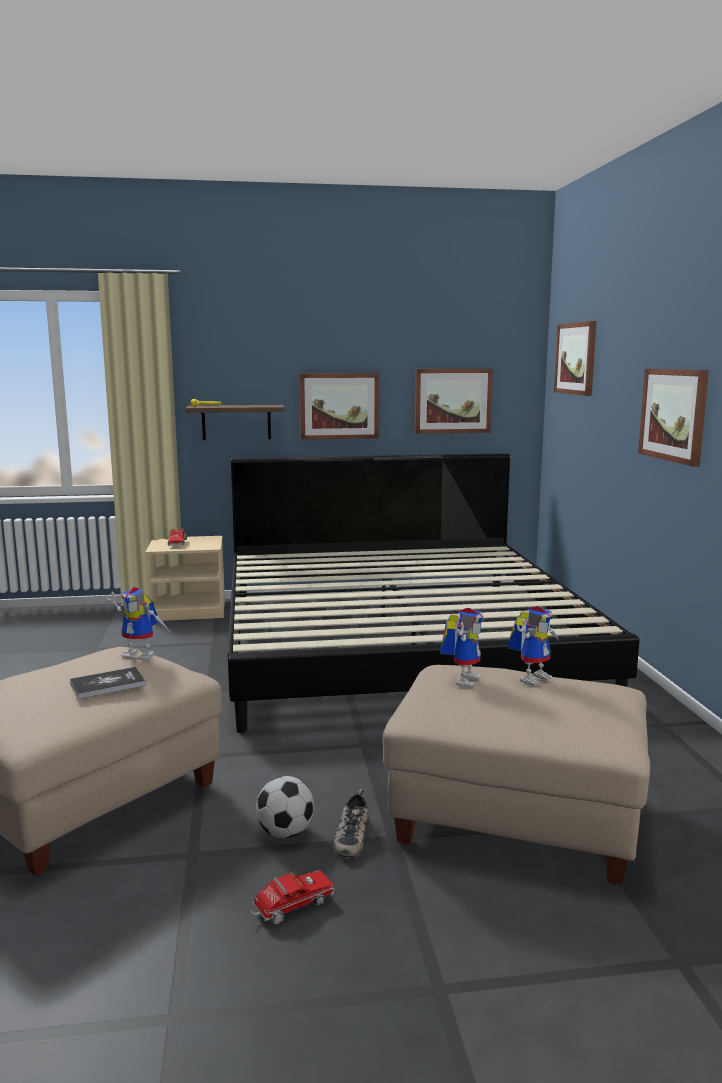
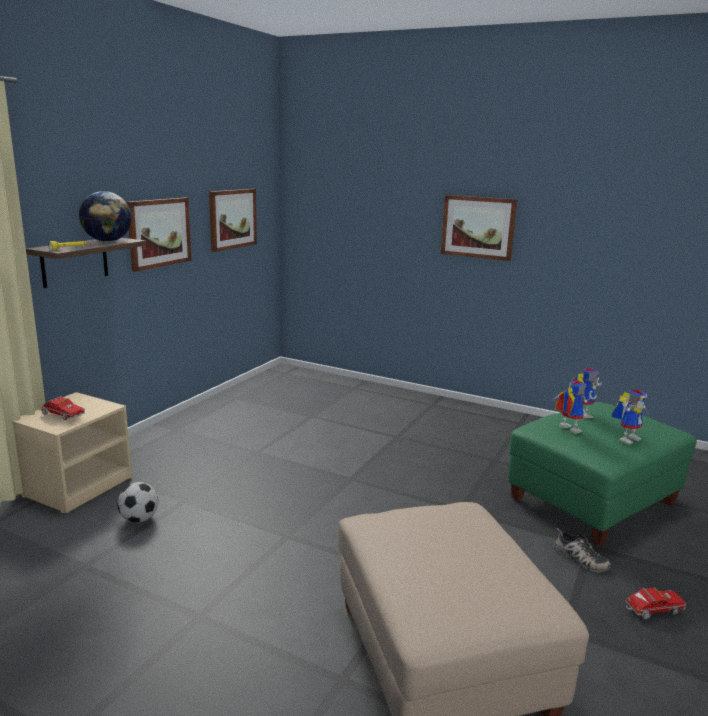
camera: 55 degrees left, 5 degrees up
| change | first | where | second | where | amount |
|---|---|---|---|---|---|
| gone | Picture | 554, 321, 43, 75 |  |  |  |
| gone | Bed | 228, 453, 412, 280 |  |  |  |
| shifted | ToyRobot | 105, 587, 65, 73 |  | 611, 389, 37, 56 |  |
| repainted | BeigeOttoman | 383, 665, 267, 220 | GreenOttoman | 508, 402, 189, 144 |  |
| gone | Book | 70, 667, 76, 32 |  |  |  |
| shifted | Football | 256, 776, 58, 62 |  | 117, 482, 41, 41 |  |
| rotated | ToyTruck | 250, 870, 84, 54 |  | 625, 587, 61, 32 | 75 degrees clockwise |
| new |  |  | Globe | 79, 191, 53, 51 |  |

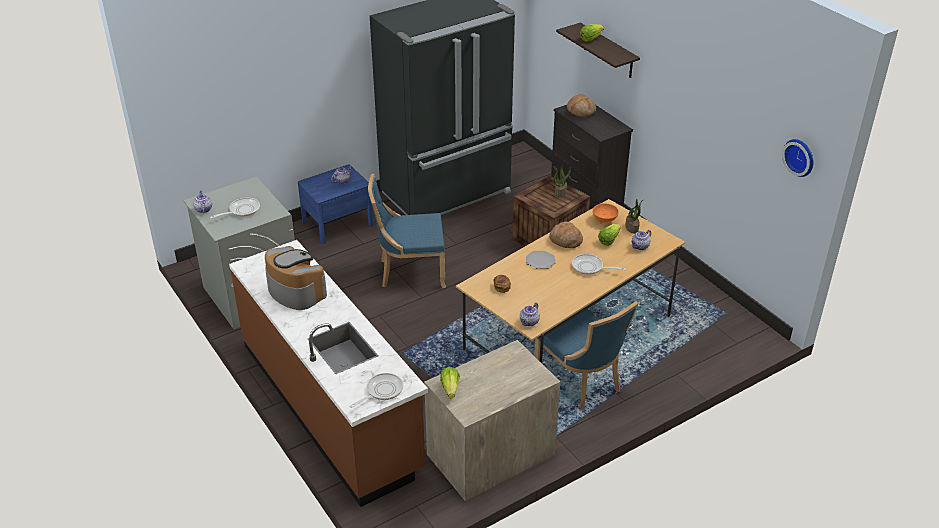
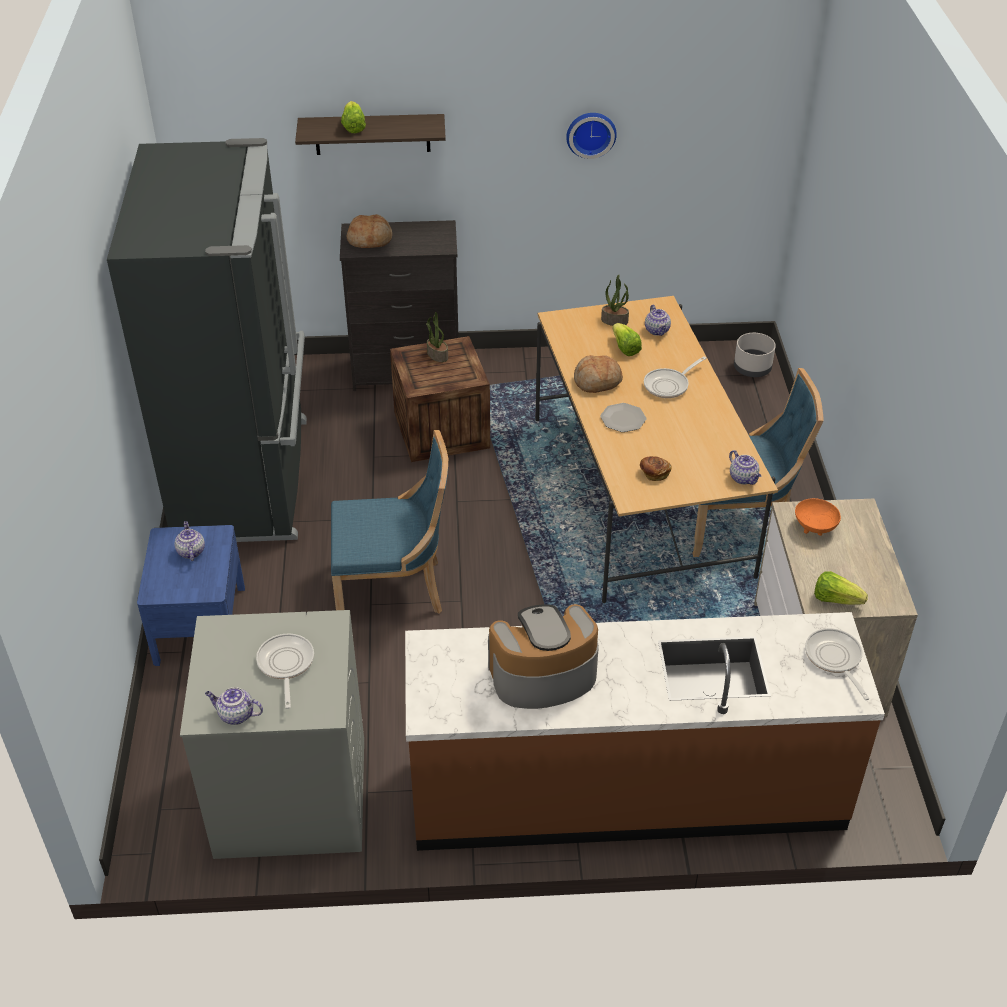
camera: 60 degrees left, 5 degrees up
| change | first | where | second | where | amount |
|---|---|---|---|---|---|
| shifted | WallClock | 782, 139, 32, 38 |  | 566, 113, 51, 46 |  |
| rotated | BlueChair | 368, 173, 78, 115 |  | 331, 430, 117, 184 | 120 degrees counterclockwise |
| shifted | OrangeBowl | 592, 203, 27, 20 |  | 795, 498, 46, 38 |  |
| new |  |  | GreyPlanter | 734, 333, 42, 44 |  |

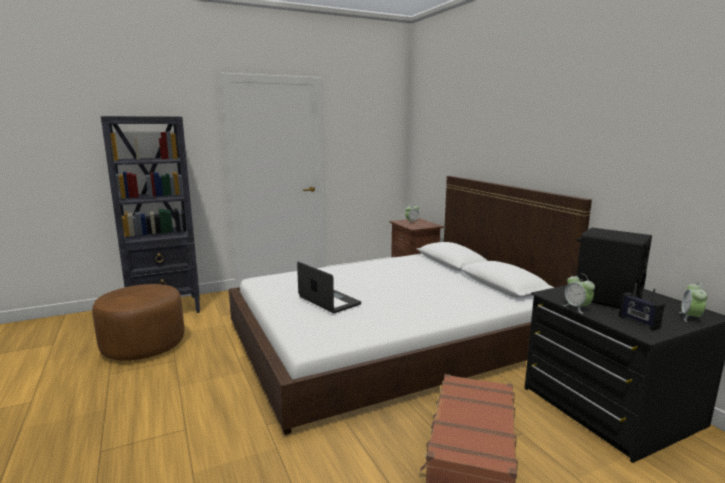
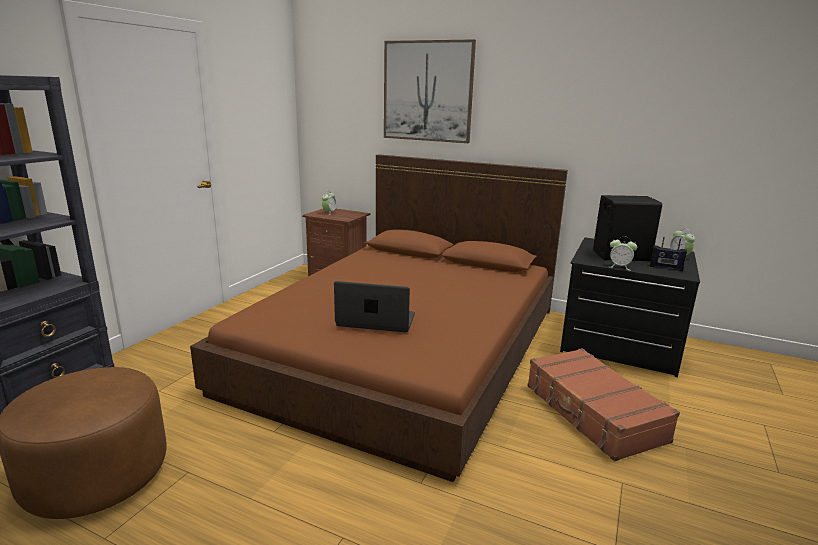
camera: 40 degrees left, 5 degrees up
| change | first | where | second | where | amount |
|---|---|---|---|---|---|
| repainted | WhiteBed | 229, 176, 363, 259 | BrownBed | 190, 154, 378, 328 |  |
| new |  |  | Picture | 384, 39, 92, 104 |  |

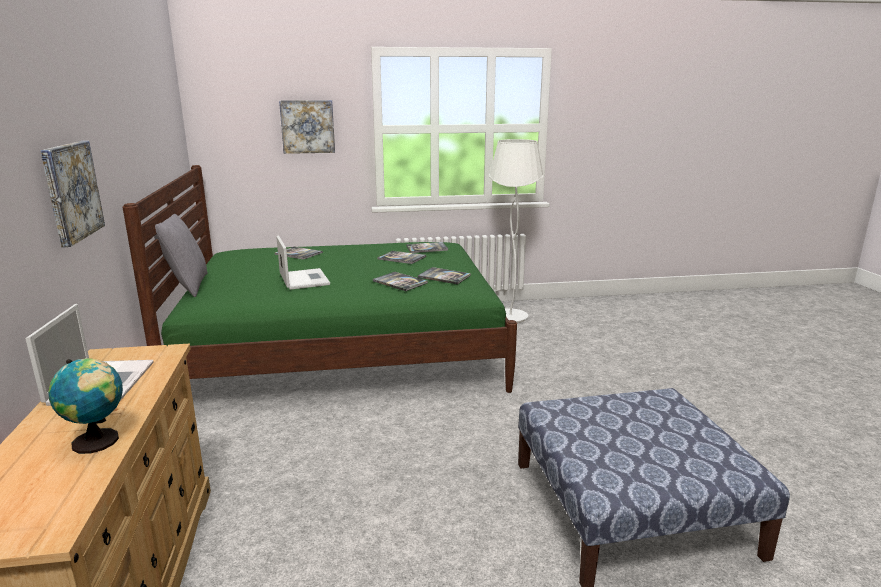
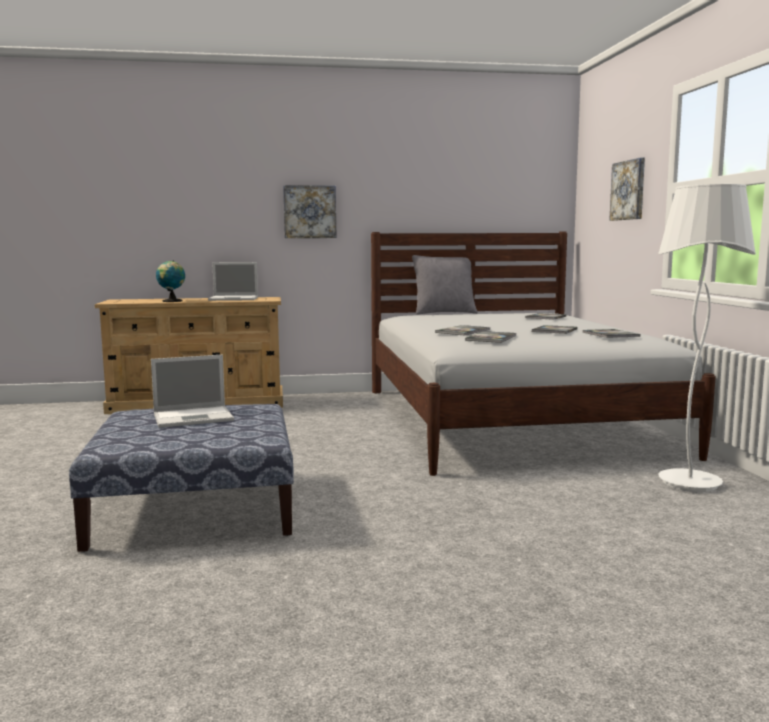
camera: 90 degrees right, 10 degrees down
| change | first | where | second | where | amount |
|---|---|---|---|---|---|
| repainted | GreenBed | 123, 165, 394, 228 | WhiteBed | 371, 231, 345, 245 |  |
| shifted | Laptop | 276, 235, 54, 55 |  | 151, 355, 83, 73 |  |

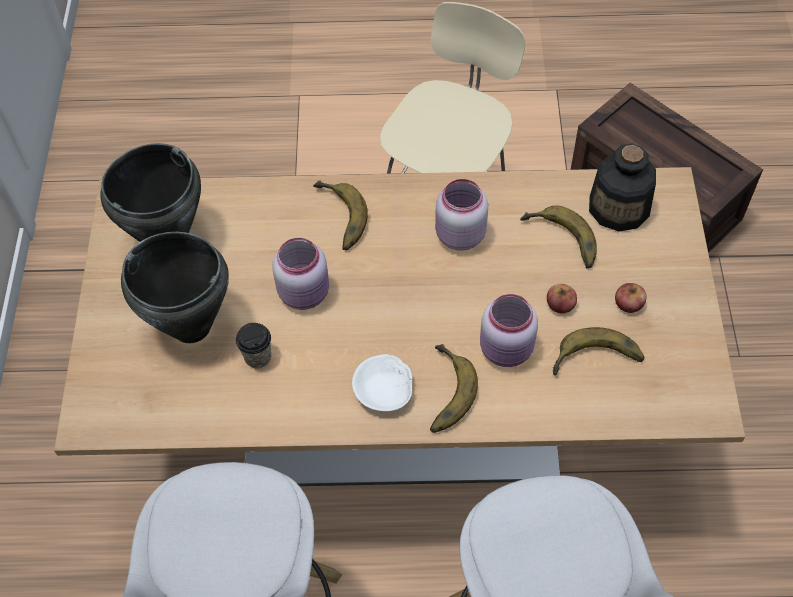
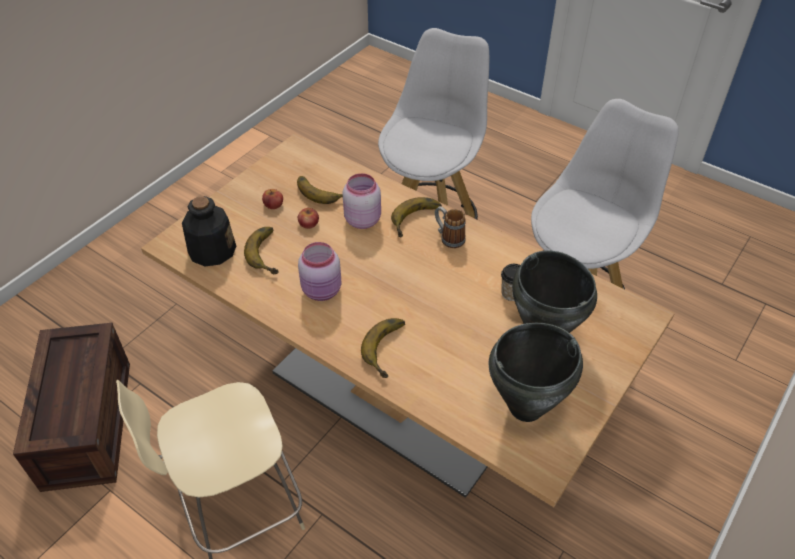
camera: 145 degrees left, 10 degrees down
| change | first | where | second | where | amount |
|---|---|---|---|---|---|
| gone | PinkJar | 272, 238, 57, 72 |  |  |  |
| swapped | WhiteBowl | 352, 354, 61, 57 | Mug | 435, 206, 31, 42 |  |

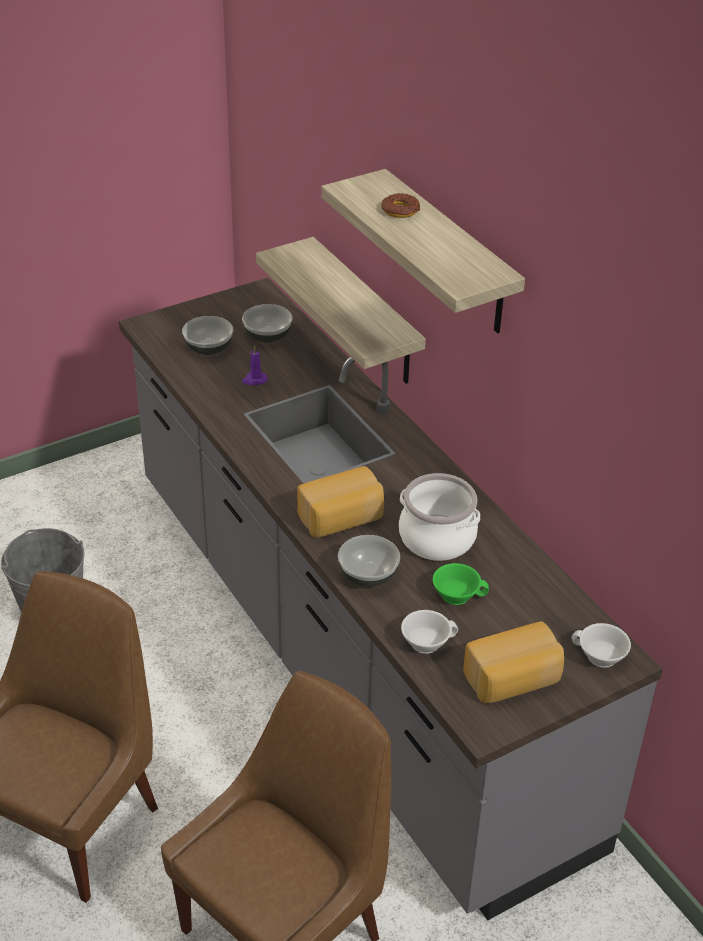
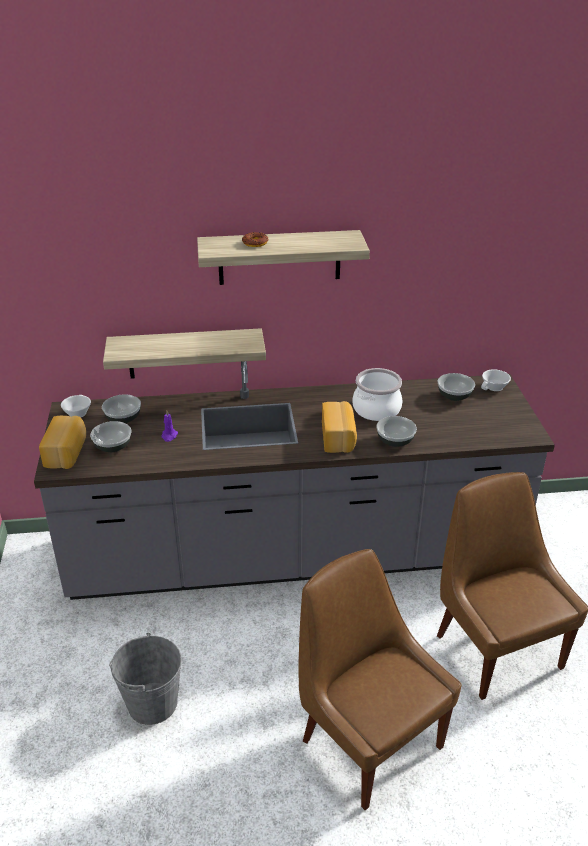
camera: 65 degrees left, 5 degrees down
| change | first | where | second | where | amount |
|---|---|---|---|---|---|
| gone | GreenCup | 433, 563, 56, 42 |  |  |  |
| shifted | WhiteCup | 401, 610, 57, 44 |  | 61, 395, 30, 22 |  |
| shifted | Bread | 463, 621, 101, 82 |  | 39, 416, 47, 53 |  |
| new |  |  | Bowl | 438, 373, 37, 28 |  |

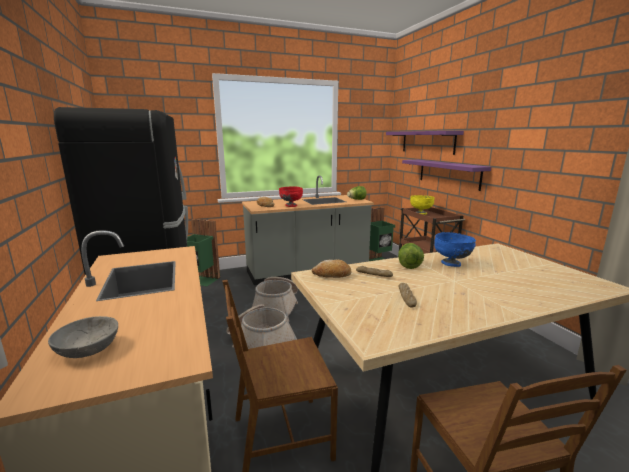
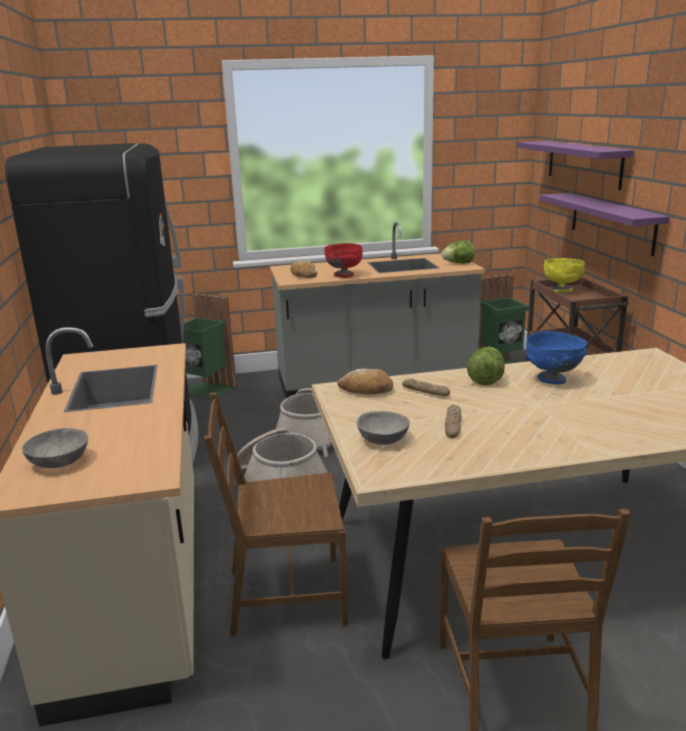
camera: 10 degrees right, 5 degrees up
| change | first | where | second | where | amount |
|---|---|---|---|---|---|
| new |  |  | GreyBowl | 357, 411, 53, 34 |  |

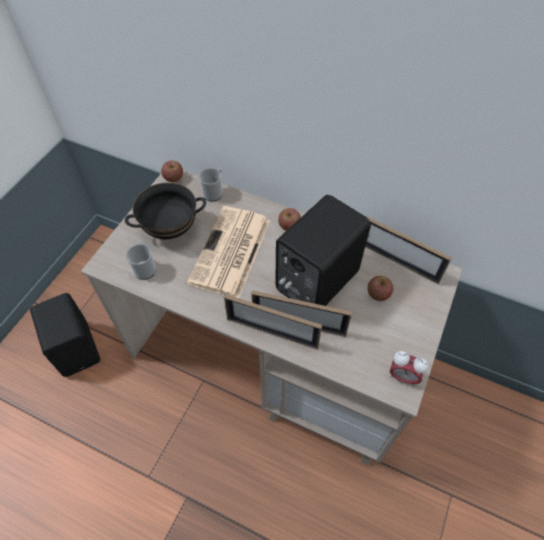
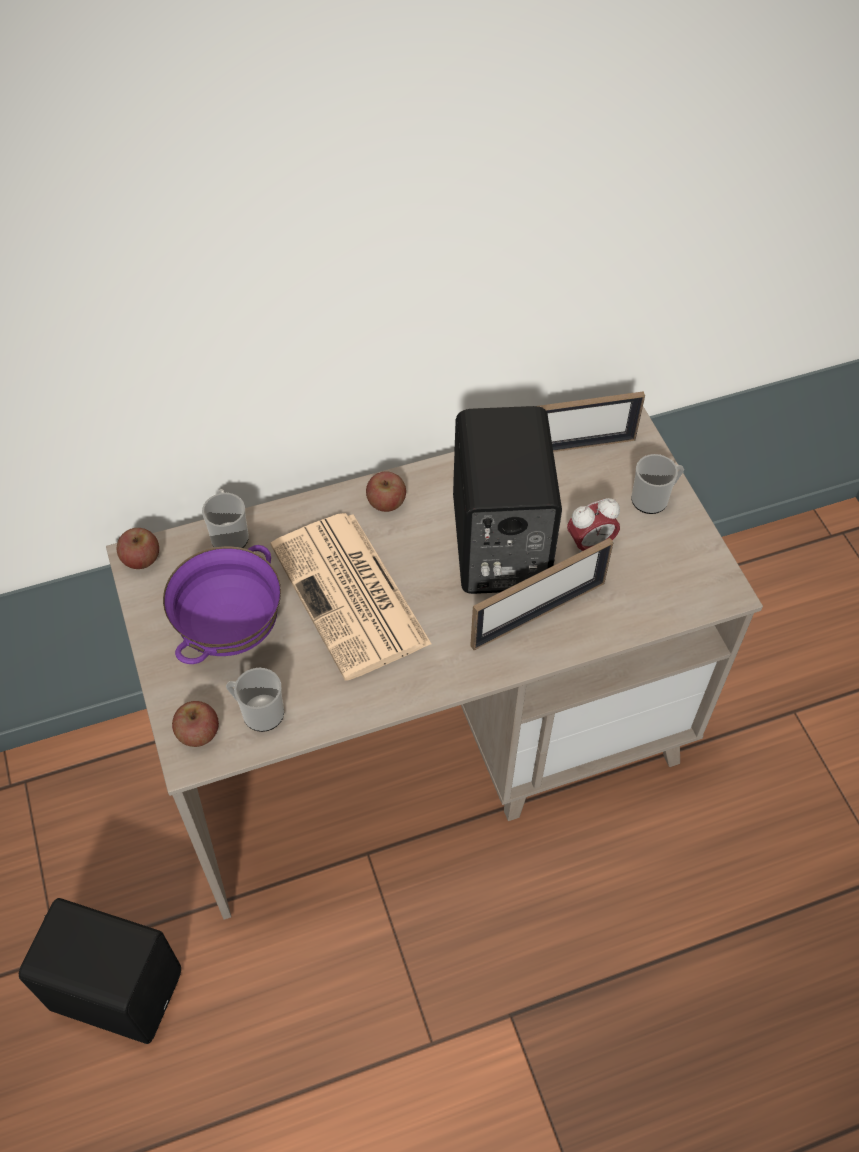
camera: 45 degrees left, 0 degrees up
| change | first | where | second | where | amount |
|---|---|---|---|---|---|
| repainted | BlackBowl | 125, 182, 81, 57 | PurpleBowl | 163, 545, 118, 119 |  |
| shifted | Apple | 368, 276, 25, 25 |  | 172, 701, 47, 46 |  |
| gone | PictureFrame | 224, 294, 98, 55 |  |  |  |
| shifted | AlarmClock | 390, 351, 39, 35 |  | 567, 498, 53, 55 |  |
| new |  |  | Mug | 631, 454, 53, 60 |  |

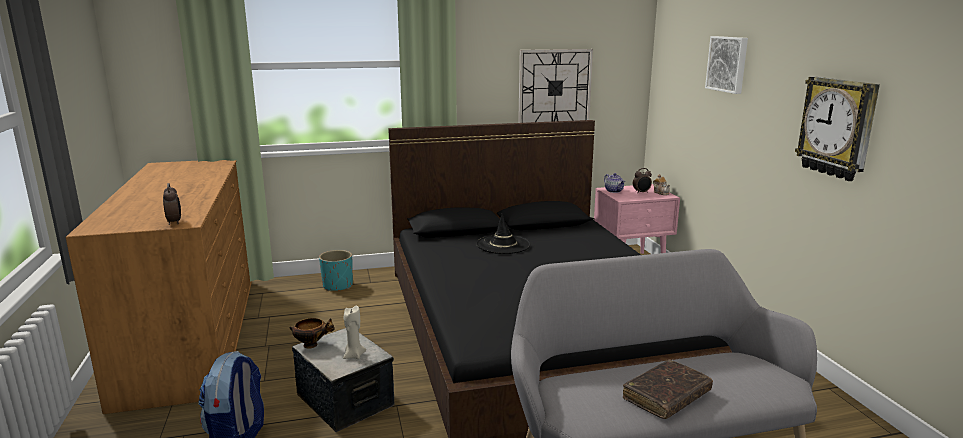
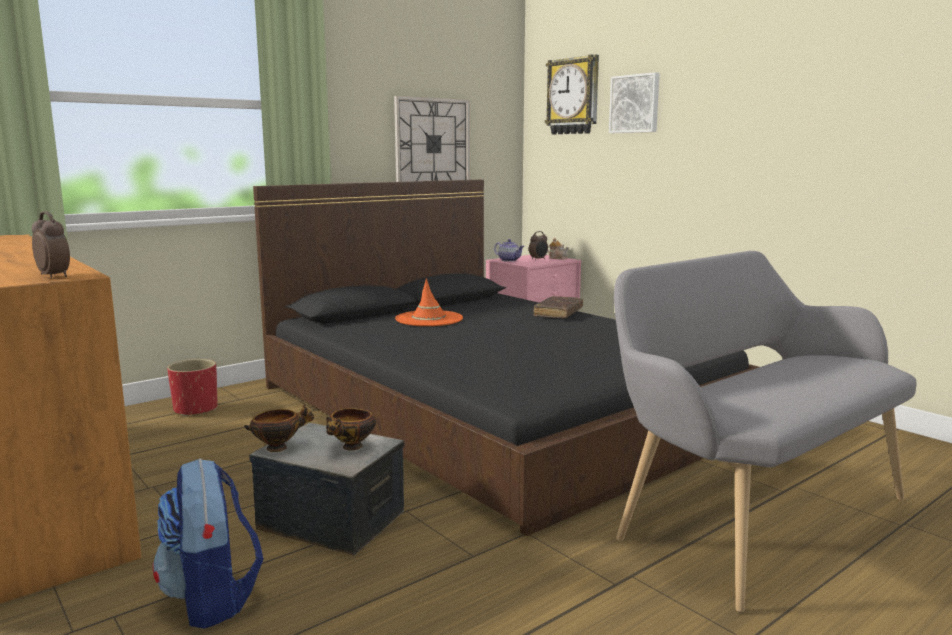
camera: 25 degrees left, 5 degrees down
| change | first | where | second | where | amount |
|---|---|---|---|---|---|
| shifted | WallClock | 795, 76, 85, 105 |  | 545, 55, 54, 79 |  |
| repainted | BlackHat | 476, 213, 55, 41 | OrangeHat | 395, 278, 68, 48 |  |
| repainted | TurquoisePlanter | 319, 250, 34, 41 | RedPlanter | 167, 359, 51, 58 |  |
| swapped | BeigeCandle | 343, 306, 23, 53 | Bowl | 326, 408, 50, 43 |  |
| shifted | BrownBook | 623, 360, 90, 59 |  | 533, 296, 50, 23 |  |

